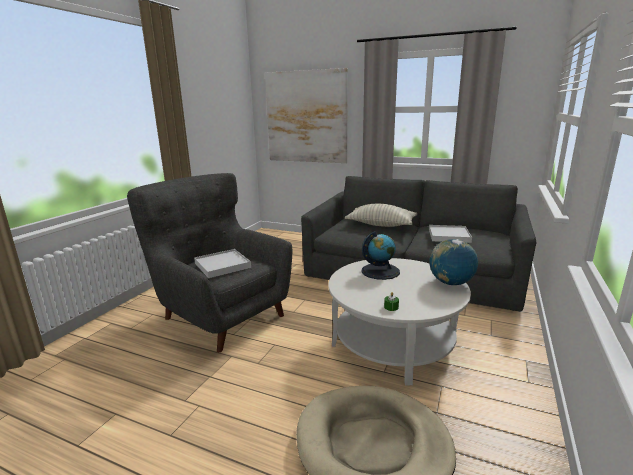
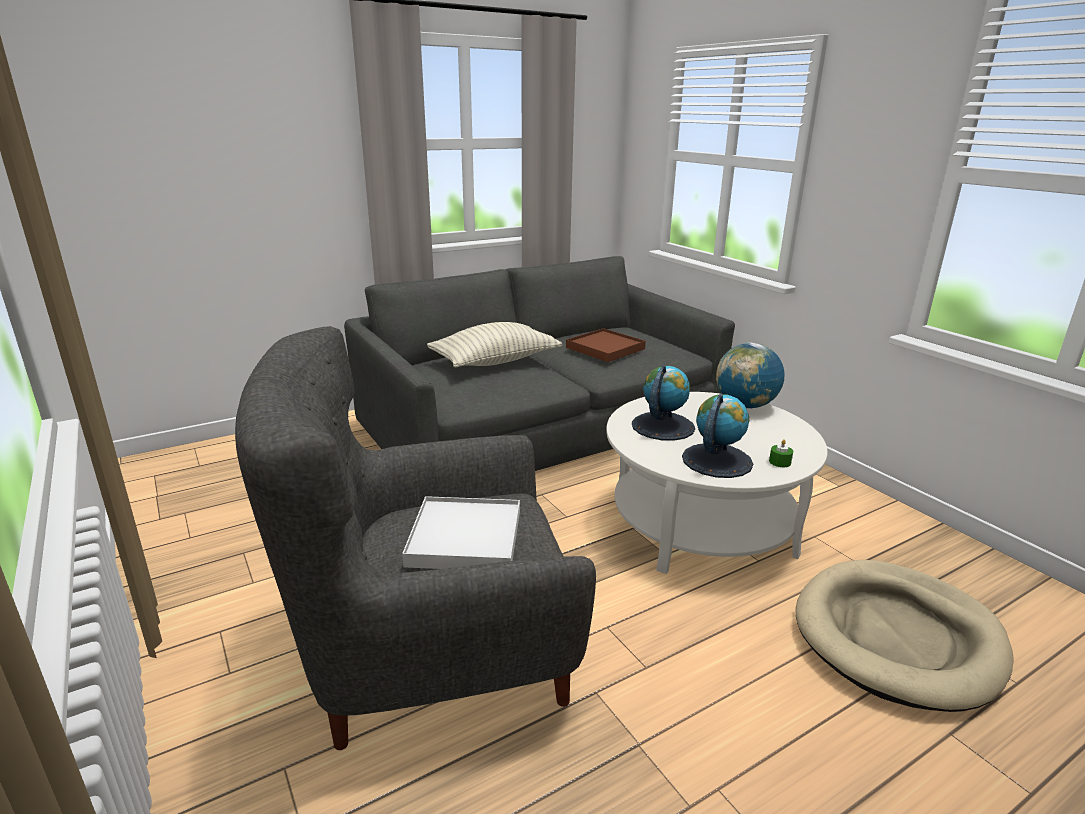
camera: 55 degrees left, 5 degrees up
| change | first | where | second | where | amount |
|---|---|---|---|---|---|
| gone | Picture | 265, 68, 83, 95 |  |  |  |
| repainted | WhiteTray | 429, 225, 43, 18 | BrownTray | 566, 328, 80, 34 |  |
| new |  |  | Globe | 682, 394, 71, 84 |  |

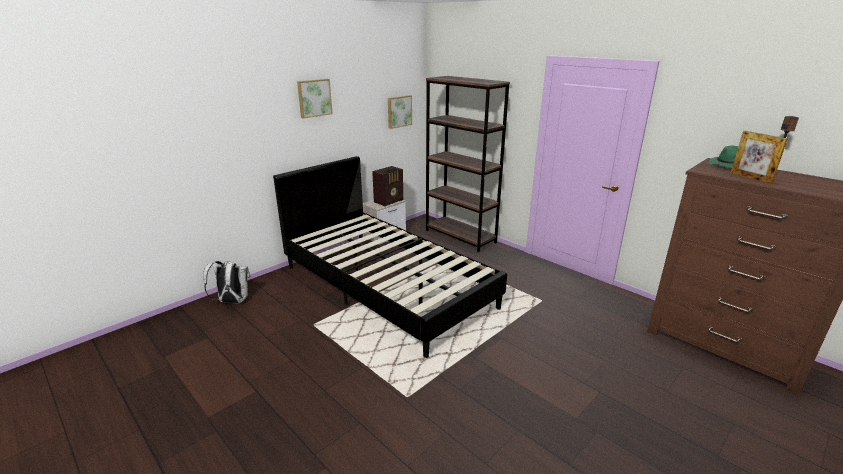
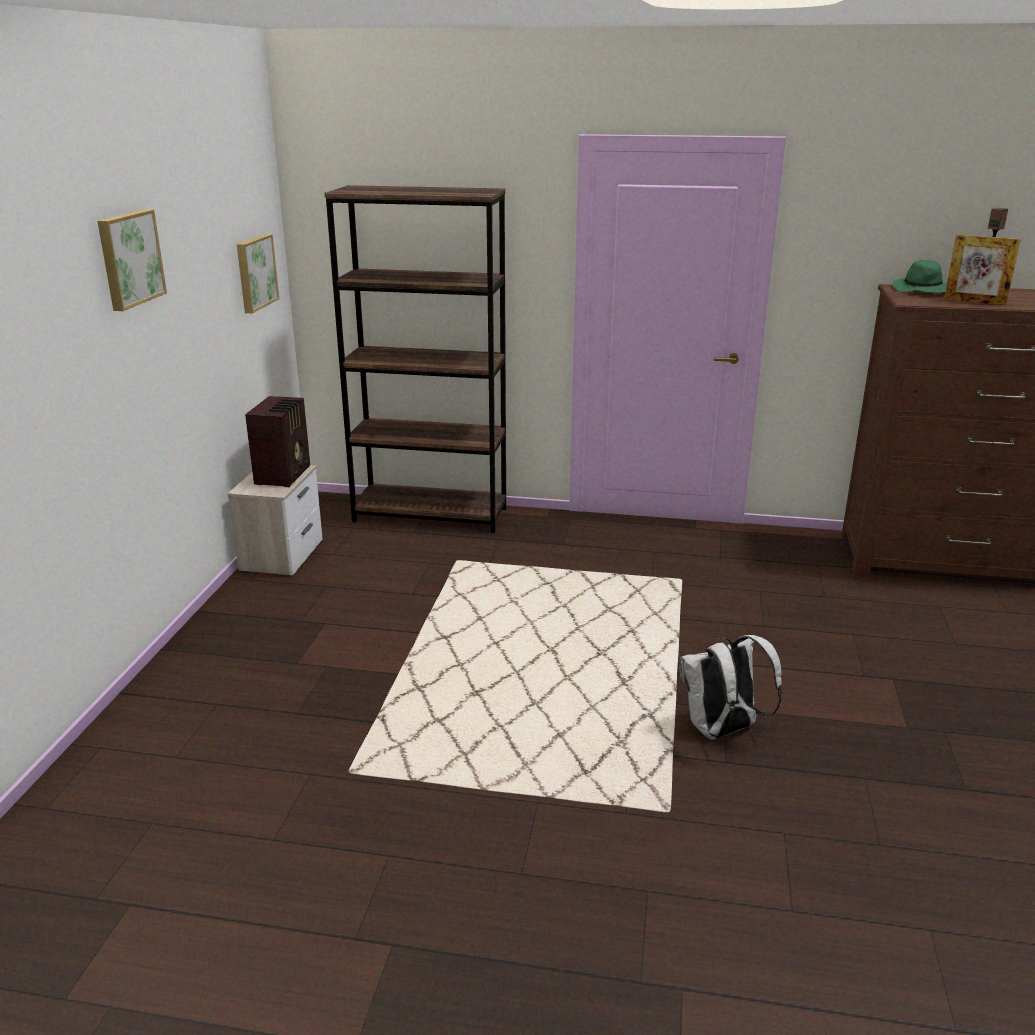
camera: 35 degrees left, 0 degrees up
| change | first | where | second | where | amount |
|---|---|---|---|---|---|
| gone | BlackBed | 273, 156, 234, 202 |  |  |  |
| shifted | WhiteBackpack | 203, 261, 47, 42 |  | 679, 635, 103, 104 |  |

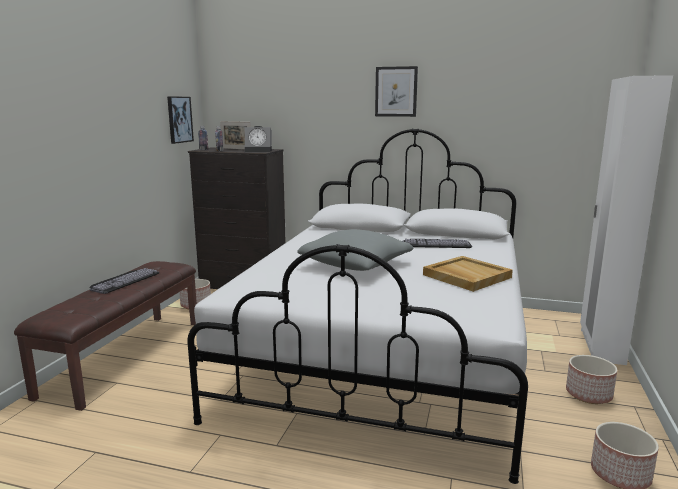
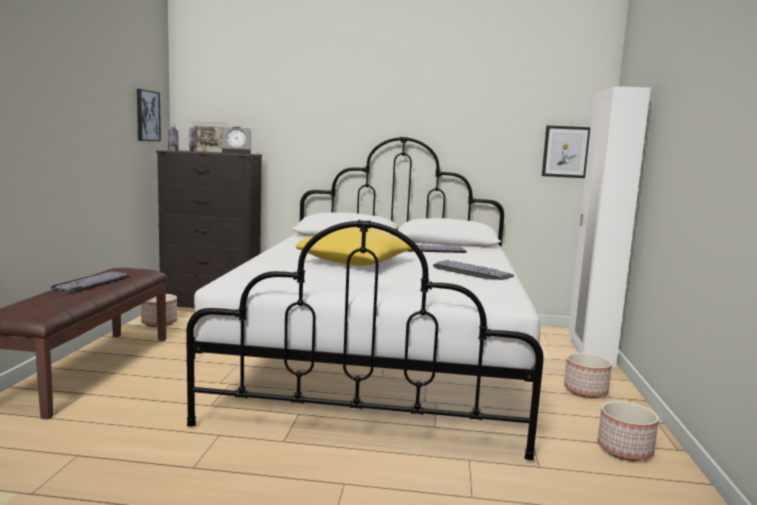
camera: 10 degrees left, 5 degrees down
| change | first | where | second | where | amount |
|---|---|---|---|---|---|
| shifted | Picture | 375, 66, 43, 51 |  | 542, 126, 48, 52 |  |
| repainted | GreyPillow | 297, 229, 117, 42 | YellowPillow | 296, 227, 116, 39 |  |
| swapped | BeigeTray | 423, 256, 90, 36 | Keyboard | 433, 260, 81, 20 |  |

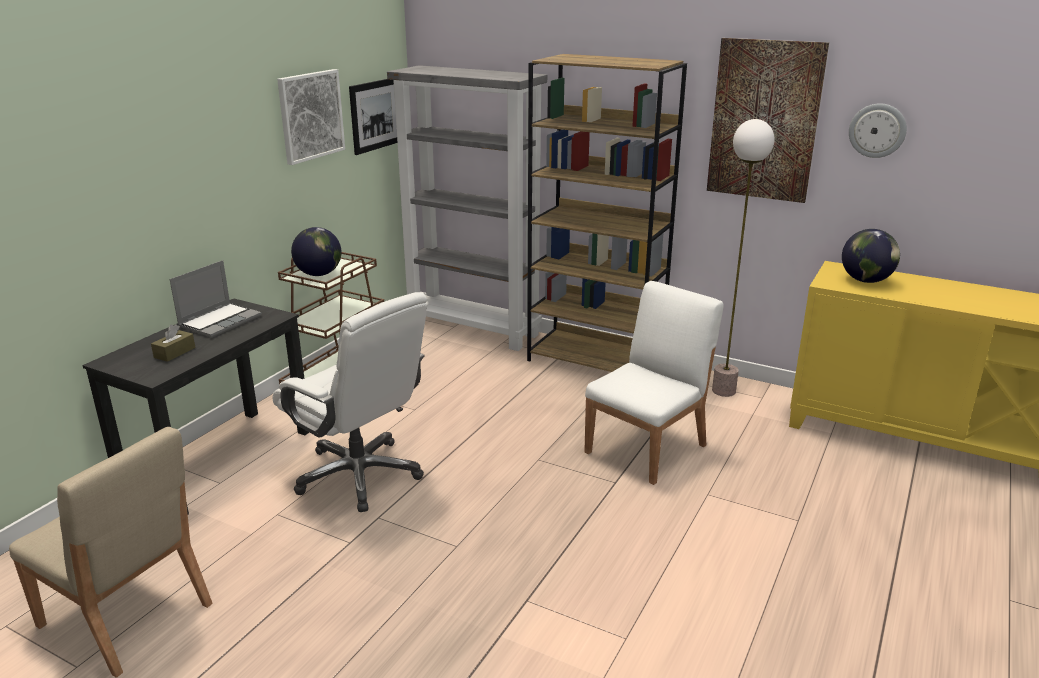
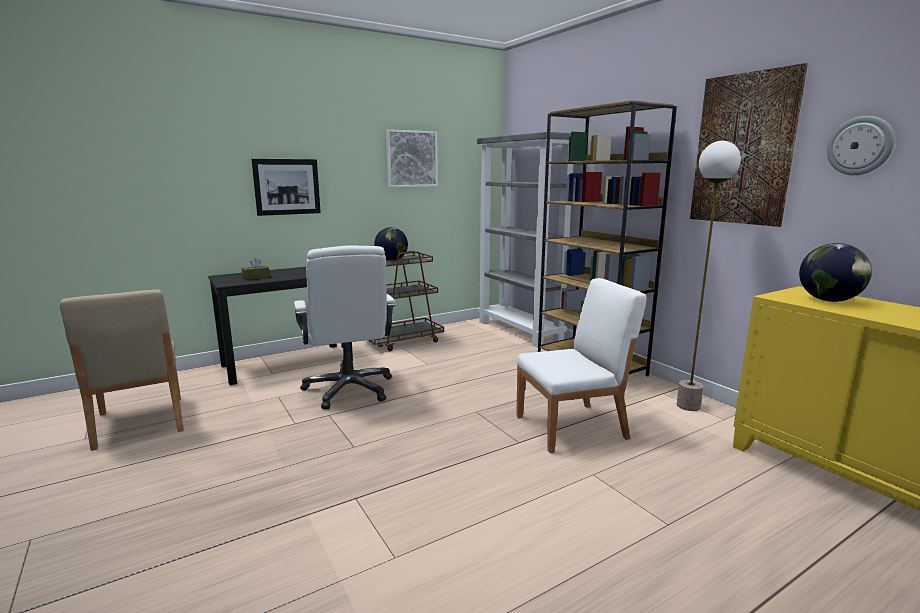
camera: 30 degrees right, 10 degrees down
| change | first | where | second | where | amount |
|---|---|---|---|---|---|
| shifted | Picture | 349, 79, 48, 76 |  | 252, 159, 69, 57 |  |
| gone | Laptop | 170, 260, 92, 78 |  |  |  |

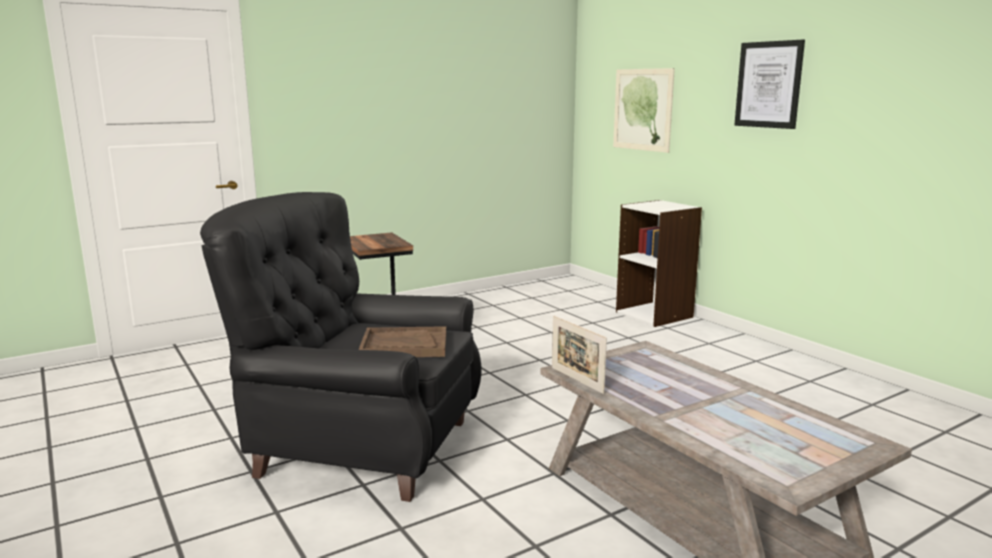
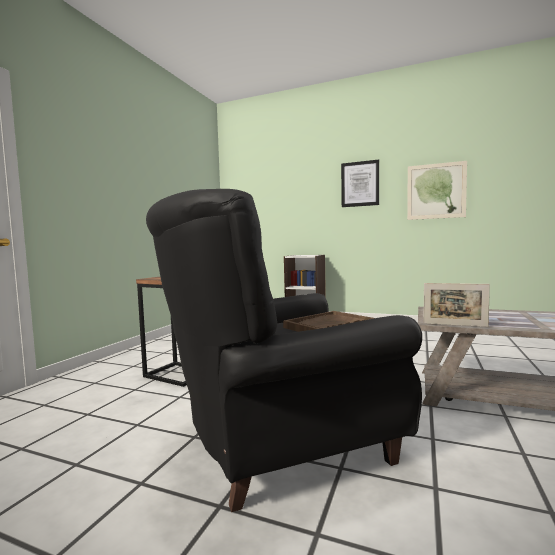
camera: 35 degrees left, 10 degrees down
| change | first | where | second | where | amount |
|---|---|---|---|---|---|
| shifted | Picture | 613, 68, 62, 85 |  | 407, 161, 60, 59 |  |

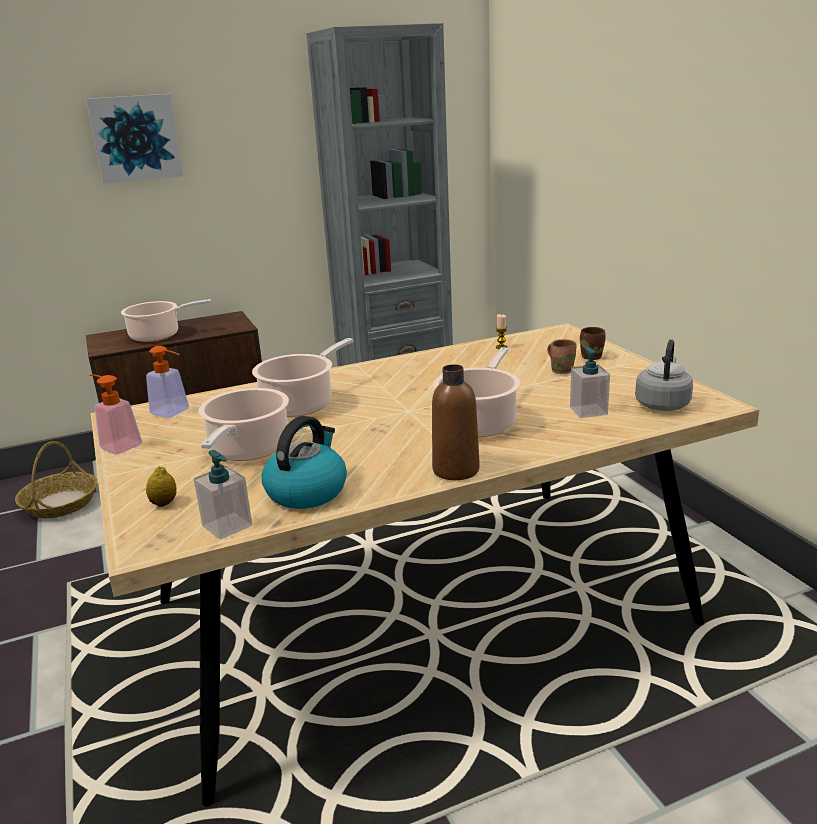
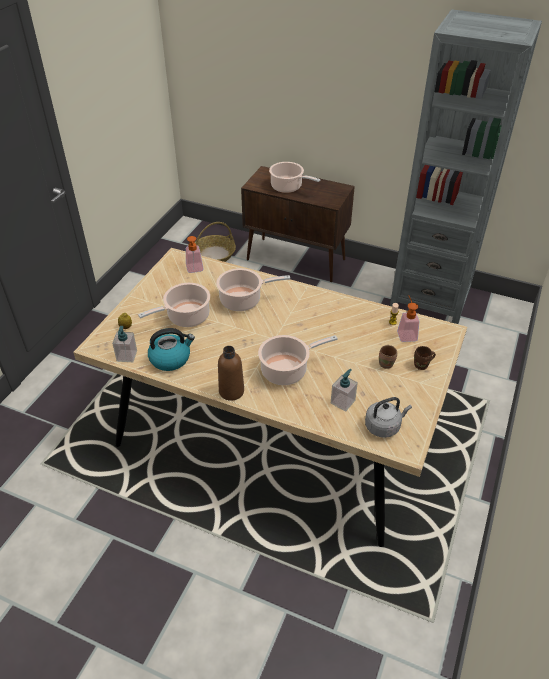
camera: 45 degrees right, 20 degrees up
| change | first | where | second | where | amount |
|---|---|---|---|---|---|
| gone | Picture | 86, 94, 97, 90 |  |  |  |
| shifted | SoapDispenser | 89, 374, 53, 80 |  | 397, 295, 22, 47 |  |

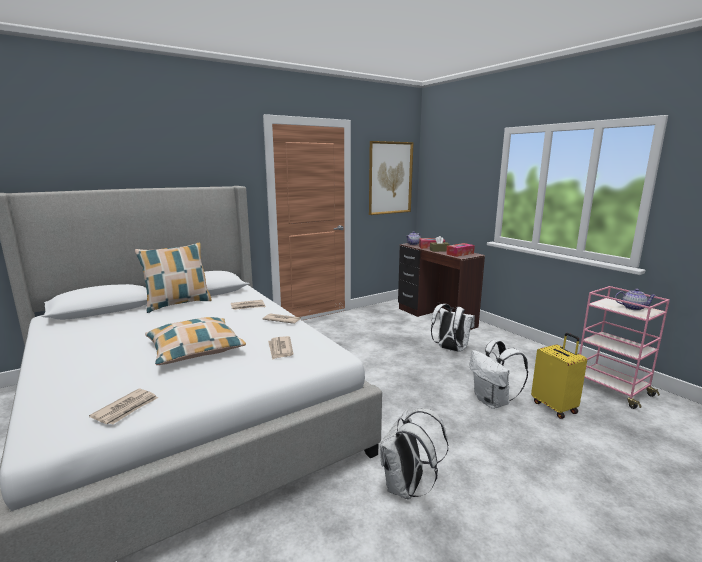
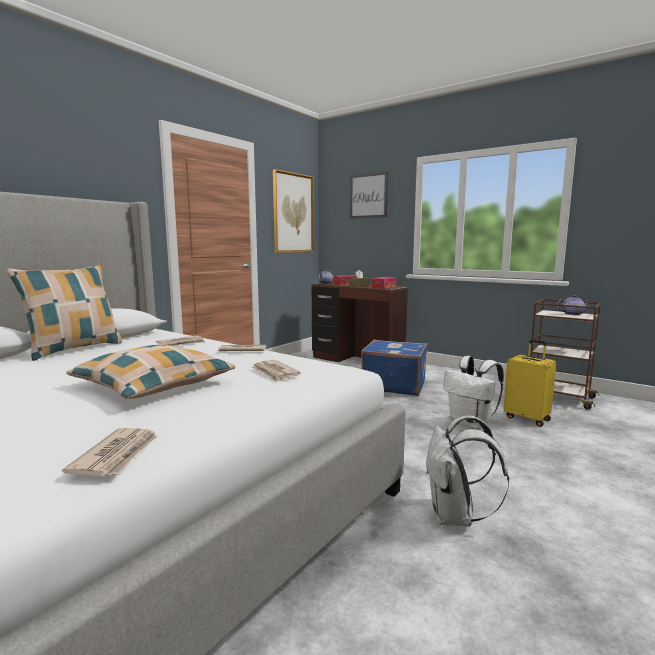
camera: 20 degrees left, 5 degrees down
| change | first | where | second | where | amount |
|---|---|---|---|---|---|
| repainted | PinkCart | 579, 286, 91, 123 | BrownCart | 530, 299, 71, 111 |  |
| swapped | WhiteBackpack | 431, 304, 44, 48 | BlueSuitcase | 361, 340, 67, 56 |  |
| new |  |  | Picture | 350, 172, 38, 47 |  |

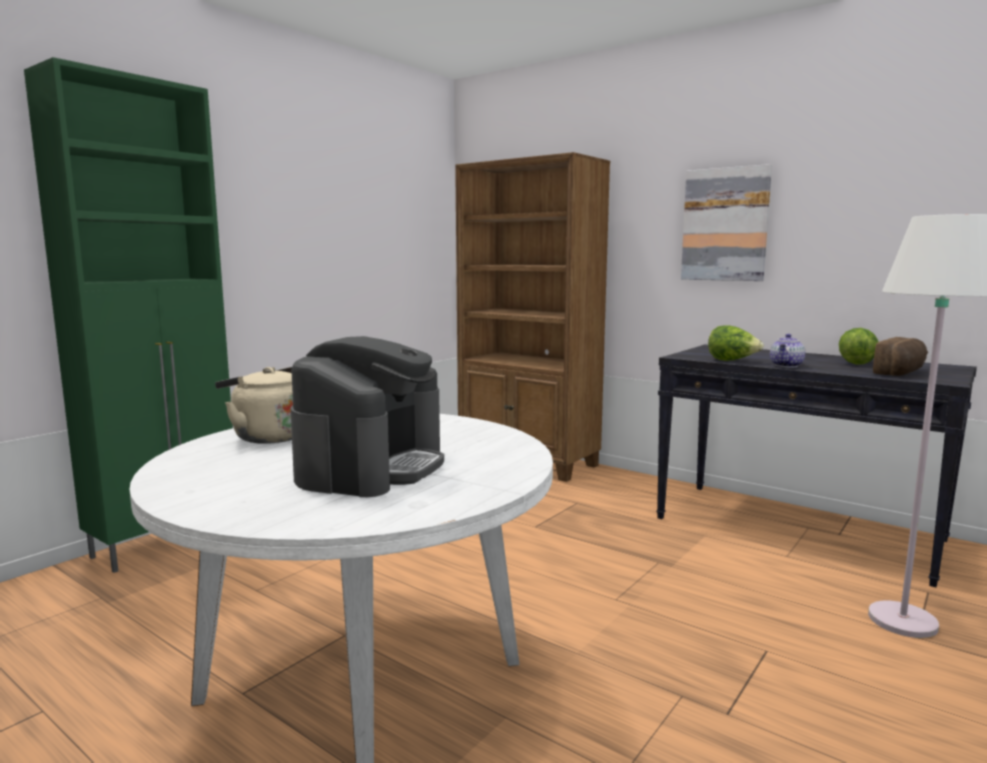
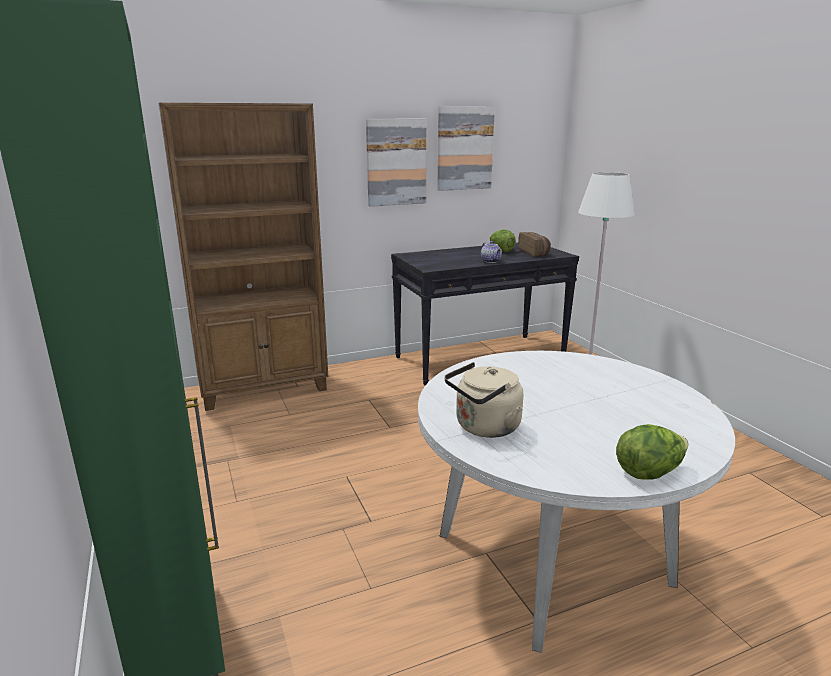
camera: 60 degrees left, 10 degrees up
| change | first | where | second | where | amount |
|---|---|---|---|---|---|
| shifted | Lettuce | 708, 325, 56, 36 |  | 616, 424, 72, 56 |  |
| gone | CoffeeMachine | 291, 336, 153, 161 |  |  |  |
| new |  |  | Picture | 437, 106, 58, 85 |  |

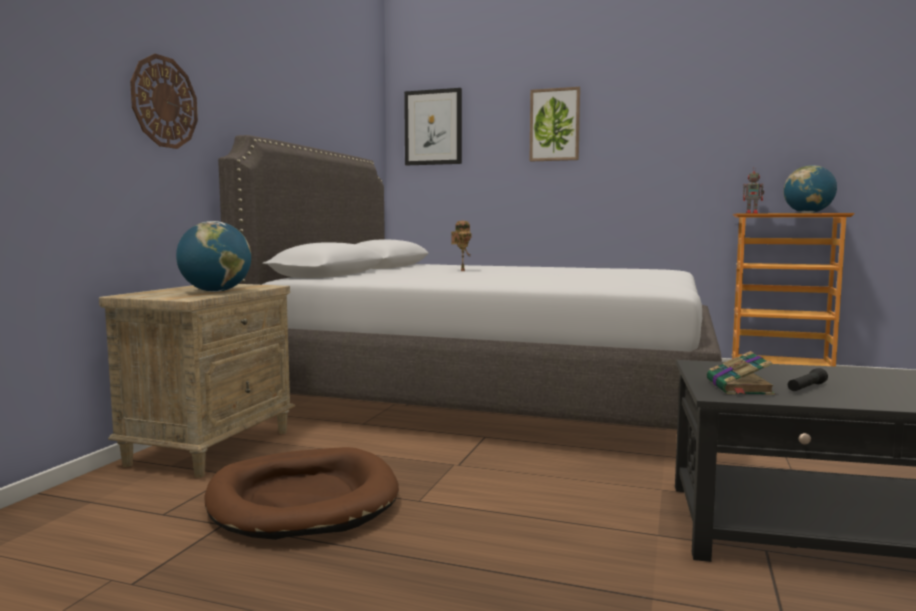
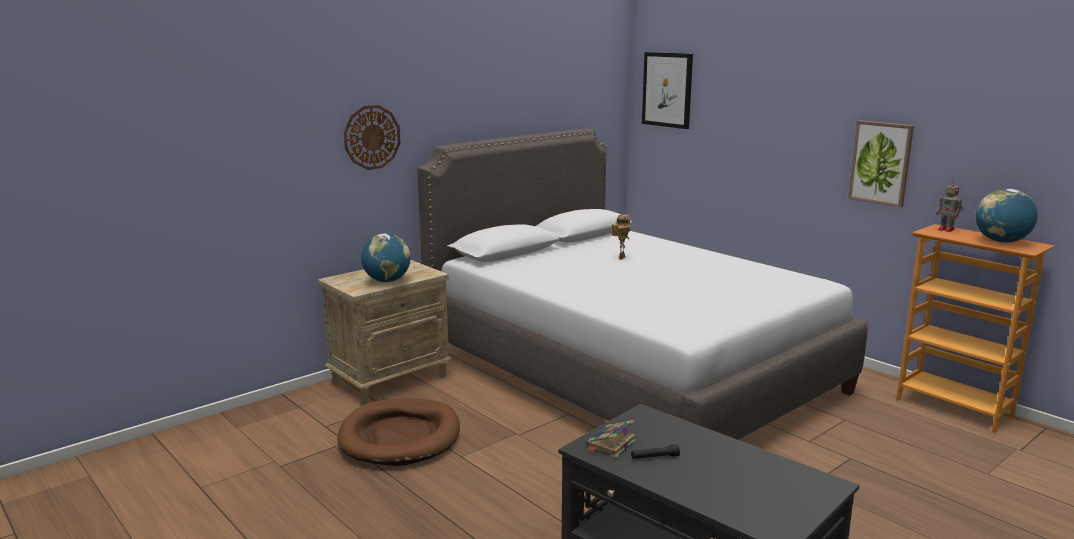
camera: 30 degrees right, 10 degrees up
| change | first | where | second | where | amount |
|---|---|---|---|---|---|
| shifted | Picture | 530, 87, 50, 75 |  | 848, 120, 66, 87 |  |

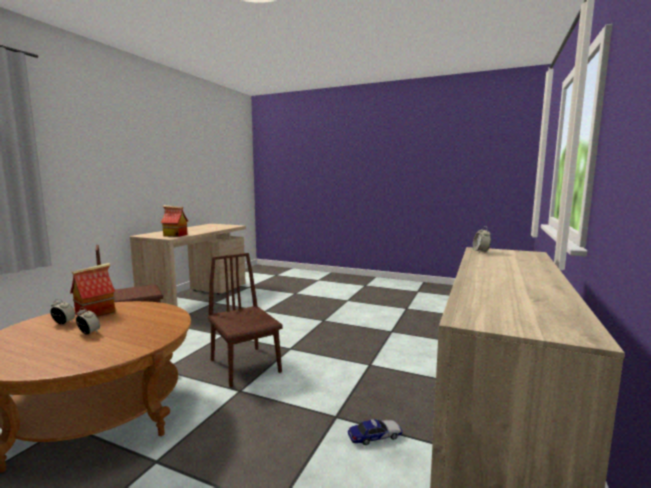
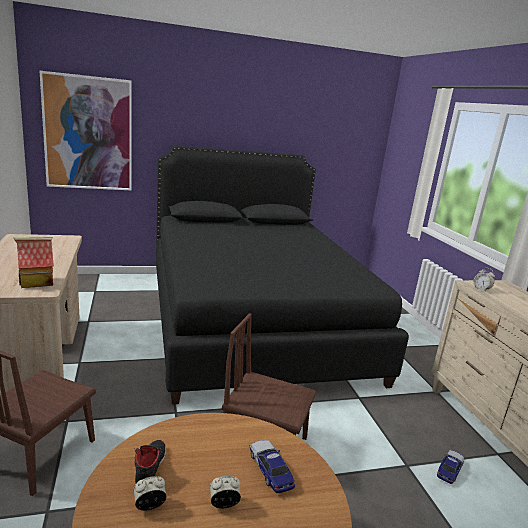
camera: 40 degrees left, 10 degrees up
| change | first | where | second | where | amount |
|---|---|---|---|---|---|
| swapped | ToyHouse | 70, 263, 45, 53 | BlackShoe | 134, 440, 32, 45 |  |
| new |  |  | Picture | 40, 71, 92, 119 |  |
| new |  |  | BlackBed | 156, 146, 253, 259 |  |
| new |  |  | ToyCar | 250, 440, 45, 53 |  |

